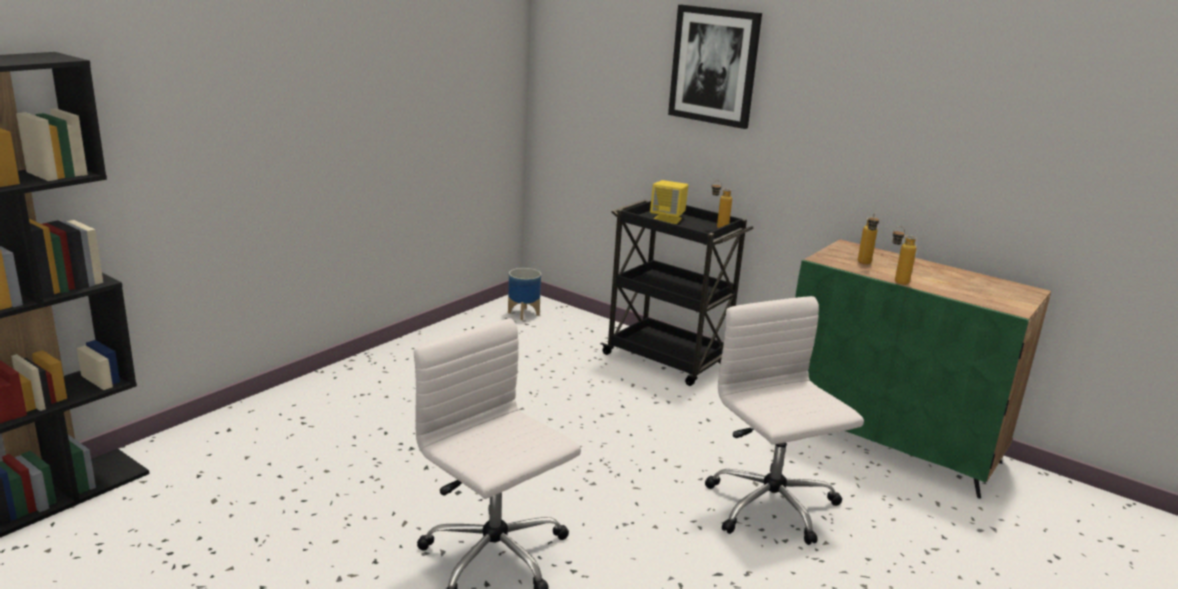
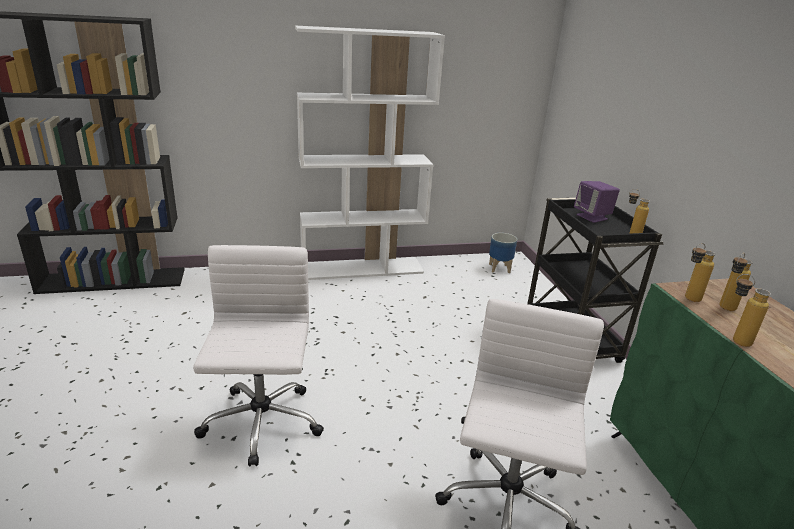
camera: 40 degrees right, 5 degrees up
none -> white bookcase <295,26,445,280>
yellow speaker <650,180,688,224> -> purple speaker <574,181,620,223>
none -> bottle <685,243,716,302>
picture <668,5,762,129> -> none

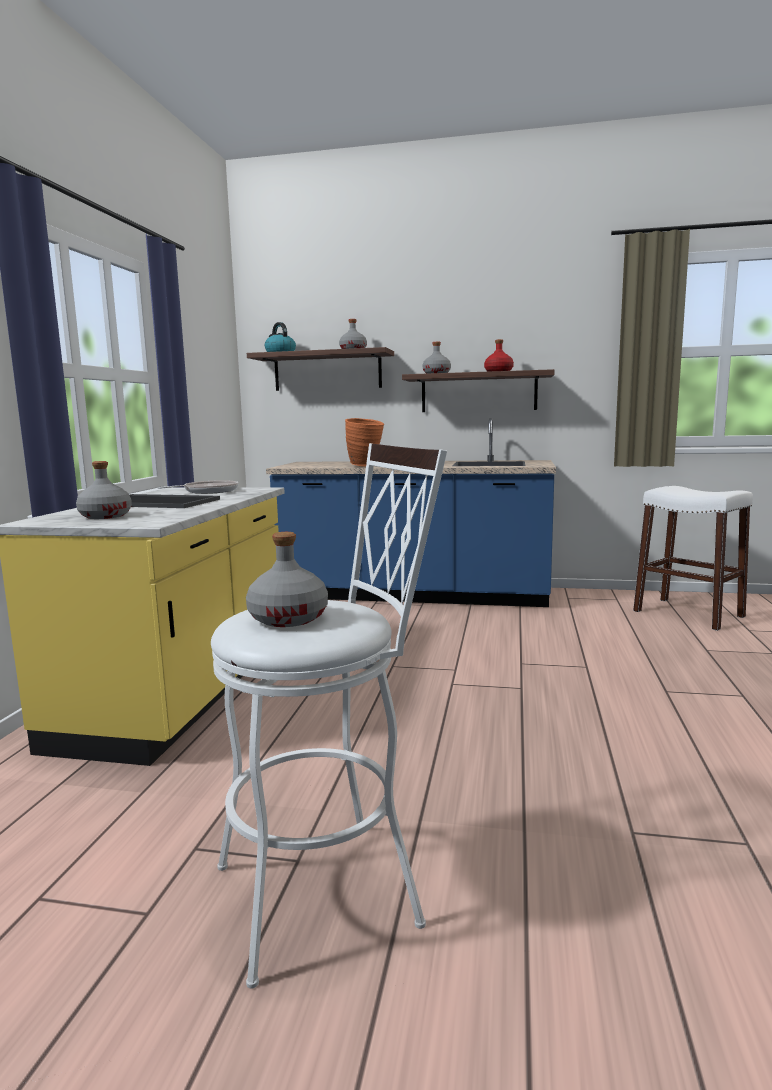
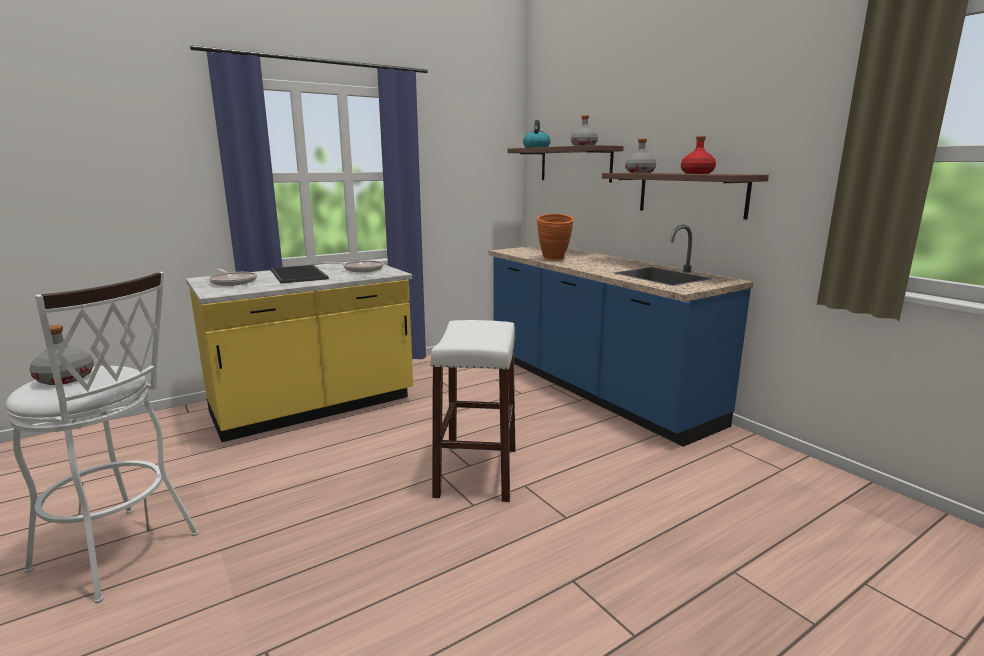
camera: 45 degrees right, 5 degrees up
grey bottle <76,461,132,519> -> frying pan <209,269,257,286>
white stool <633,486,753,631> -> white stool <430,320,516,502>, shifted

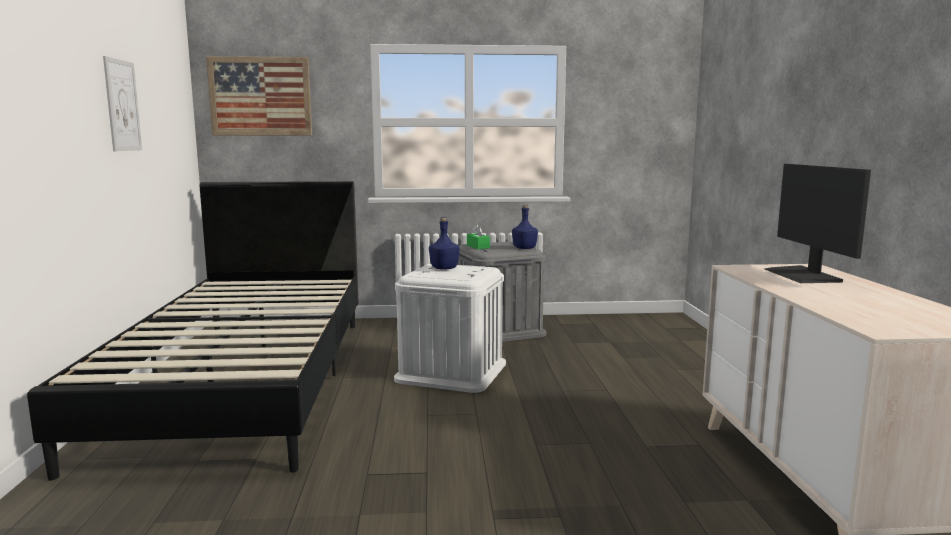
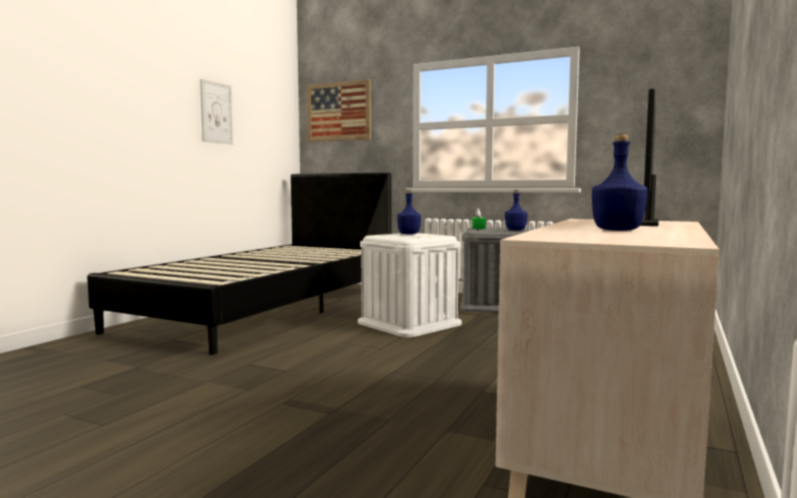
camera: 30 degrees right, 5 degrees down
none -> blue bottle <592,134,647,231>

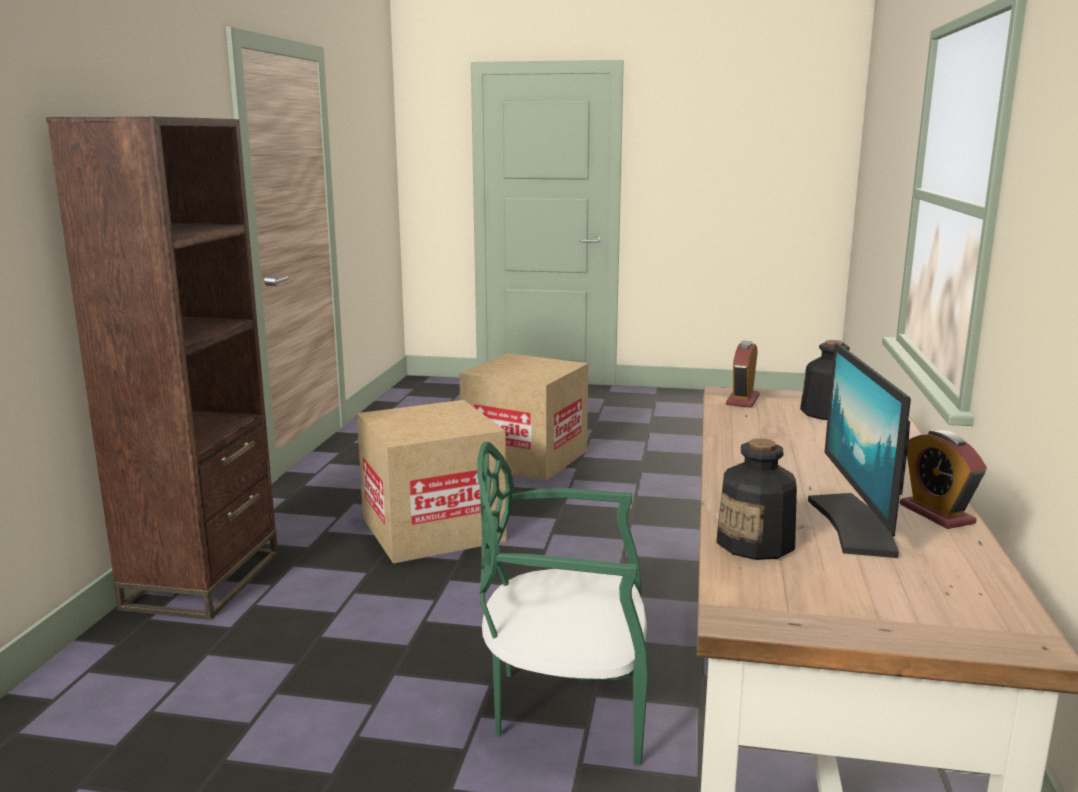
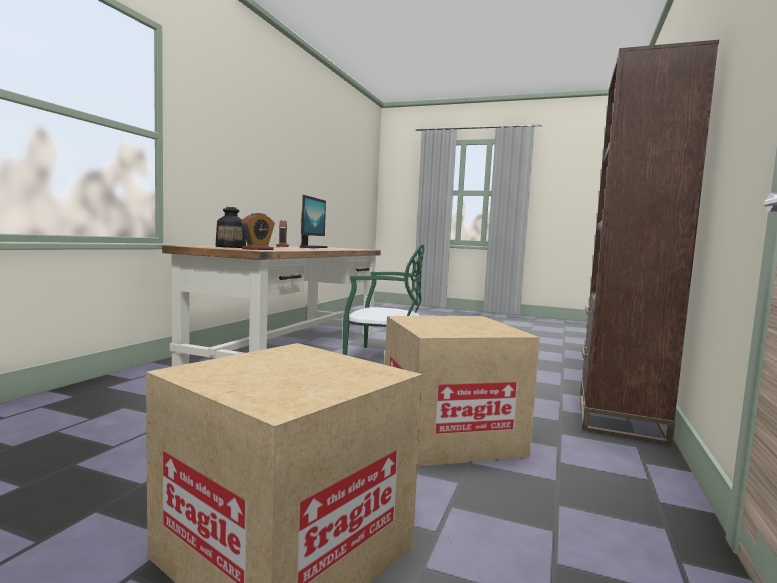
camera: 170 degrees left, 10 degrees down
bottle <717,438,797,560> -> none

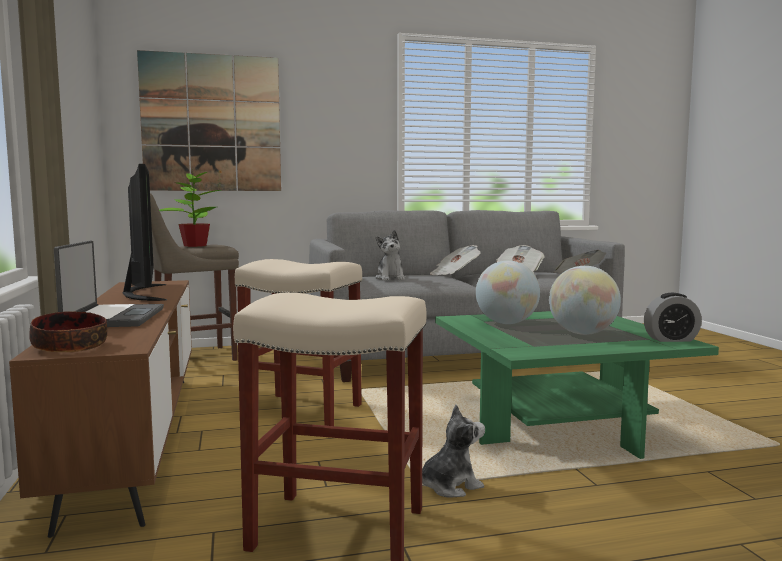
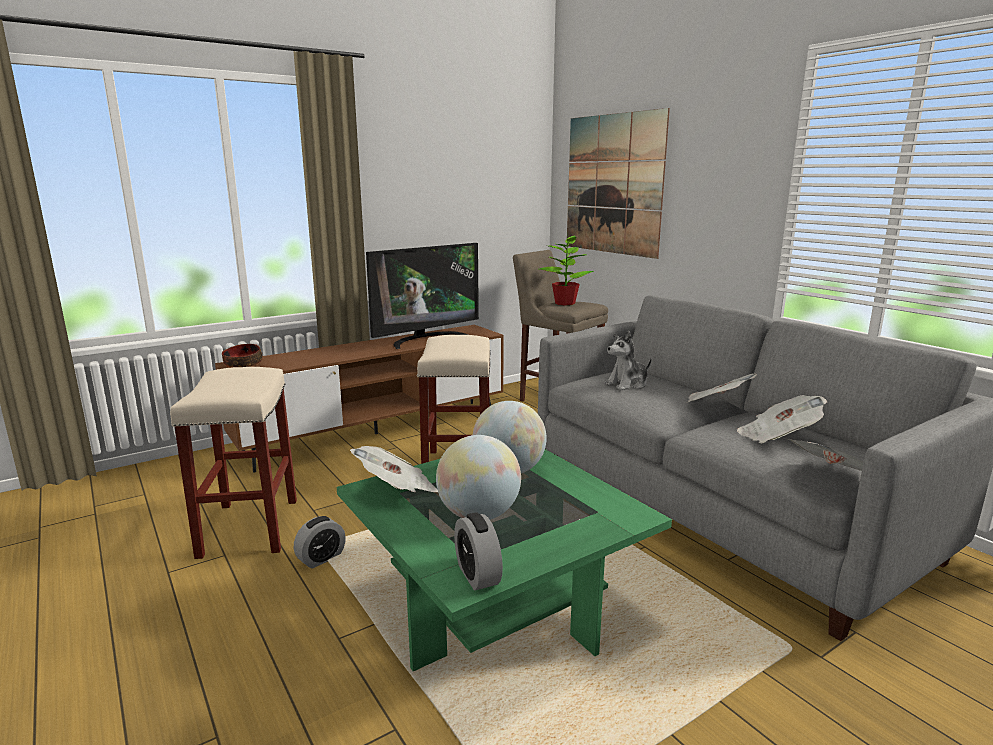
camera: 70 degrees right, 10 degrees up
plush toy <422,405,485,498> -> alarm clock <294,516,346,569>
none -> newspaper <350,446,438,492>
laptop <54,241,164,327> -> none

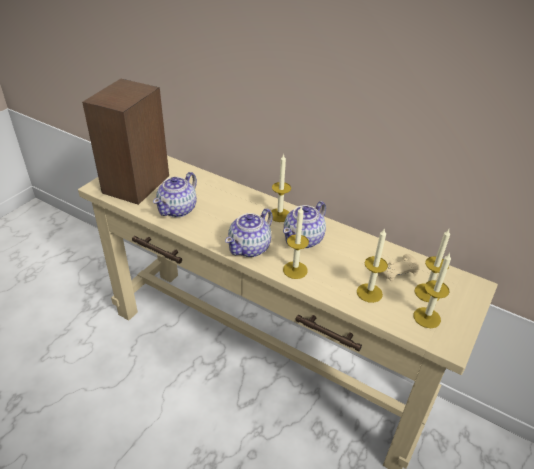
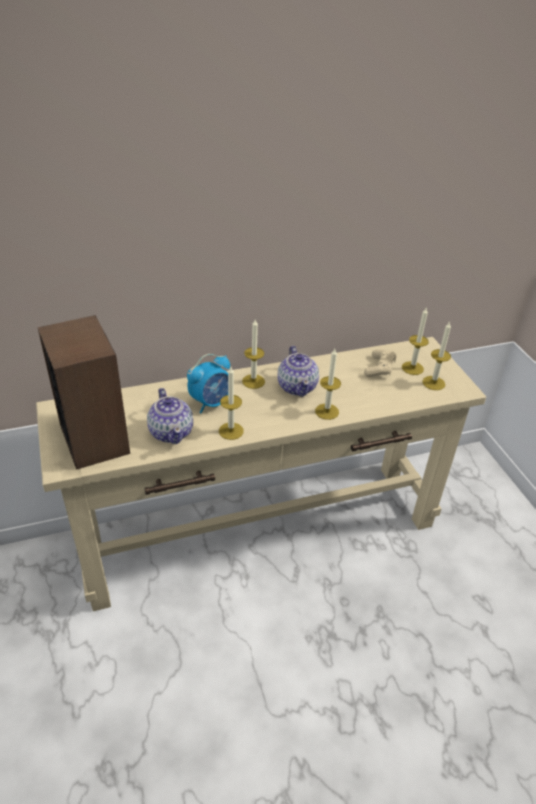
camera: 50 degrees left, 0 degrees up
none -> alarm clock <187,354,230,414>
candle <357,228,388,303> -> candle <219,367,244,440>, shifted
teapot <225,209,273,257> -> none

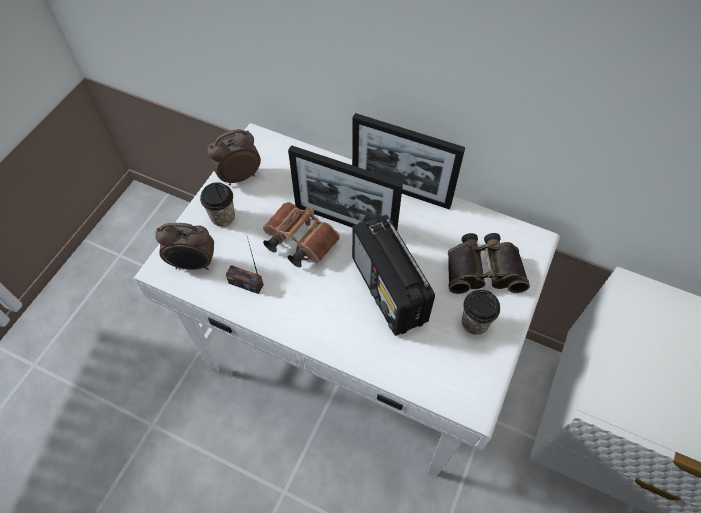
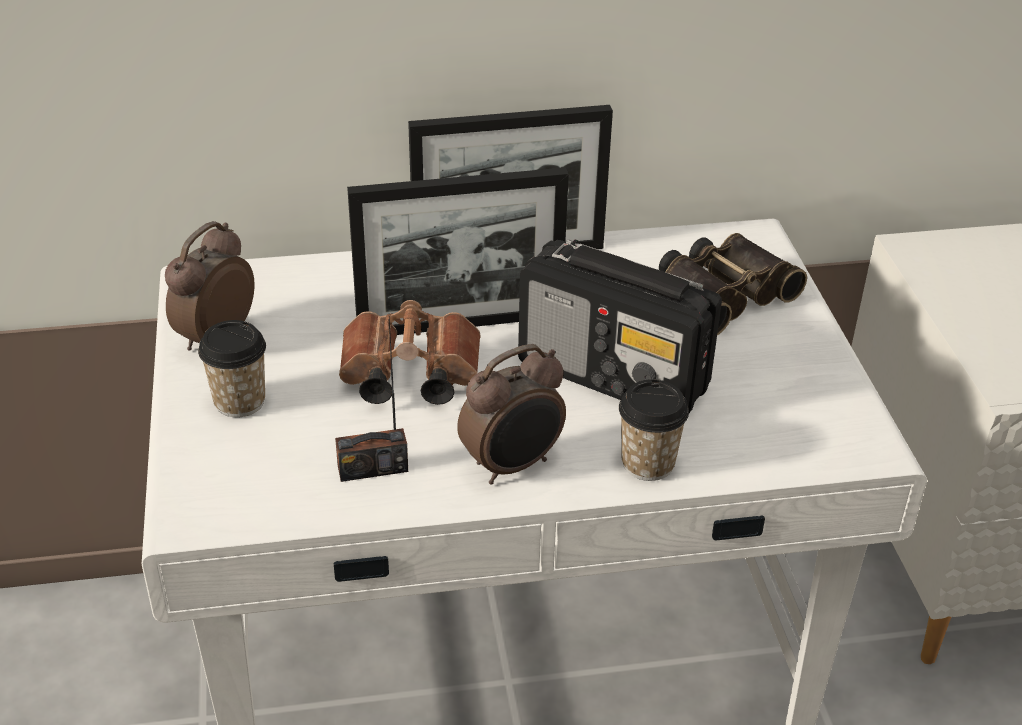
camera: 35 degrees left, 20 degrees down
alarm clock <155,223,214,270> -> alarm clock <457,344,566,485>, shifted
cup <462,290,500,335> -> cup <619,379,689,481>, shifted

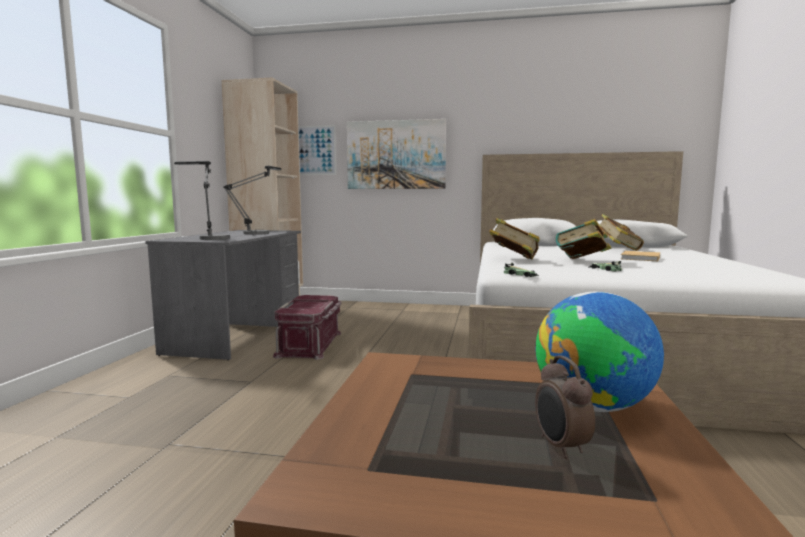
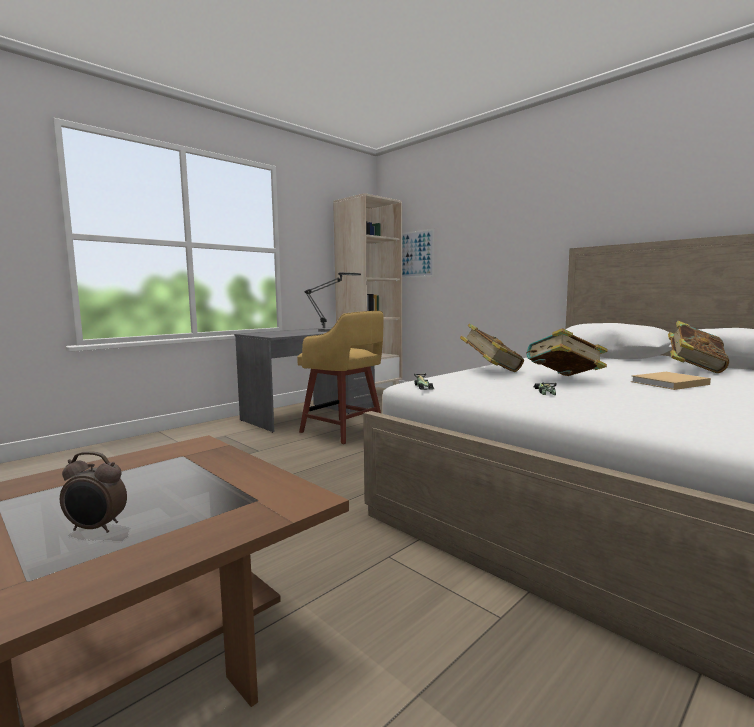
camera: 35 degrees right, 0 degrees up
alarm clock <535,355,595,458> -> alarm clock <60,451,127,533>, 105 degrees counterclockwise
red storage box <273,295,342,360> -> yellow stool <297,311,384,444>
table lamp <174,161,230,240> -> none
picture <347,119,446,189> -> none
globe <536,292,664,412> -> none

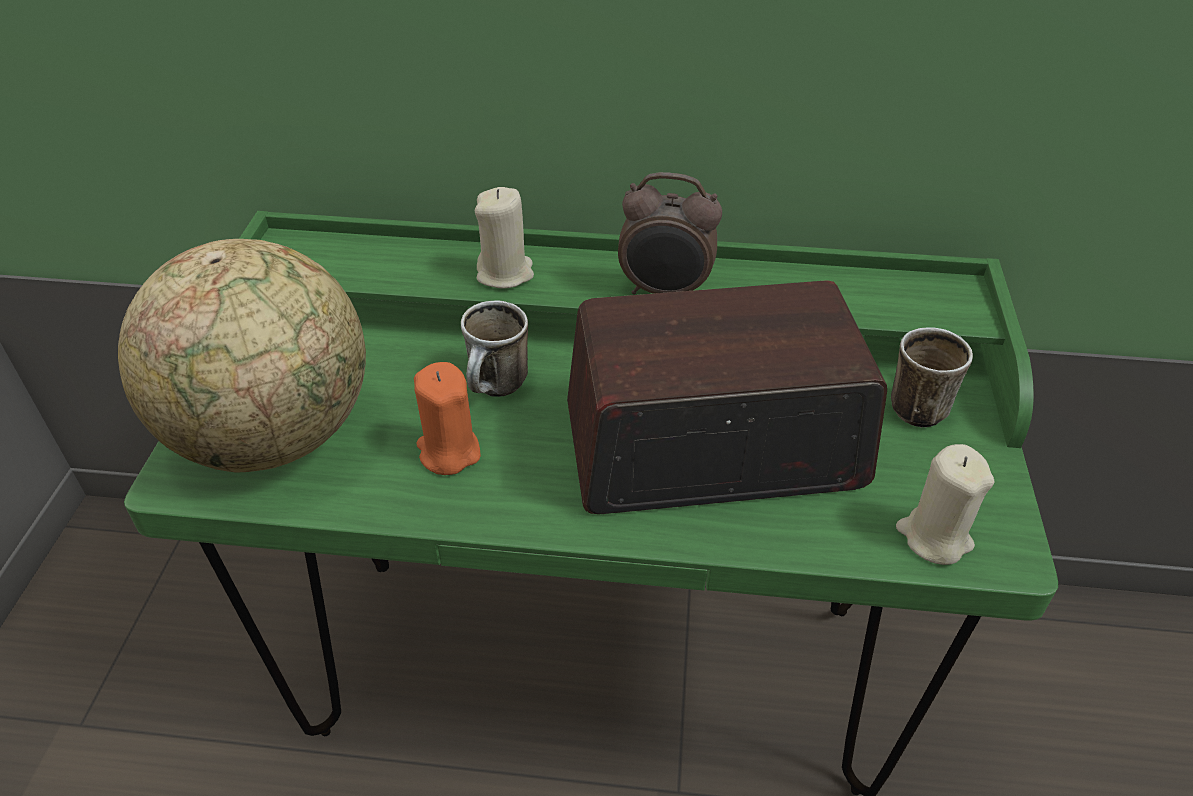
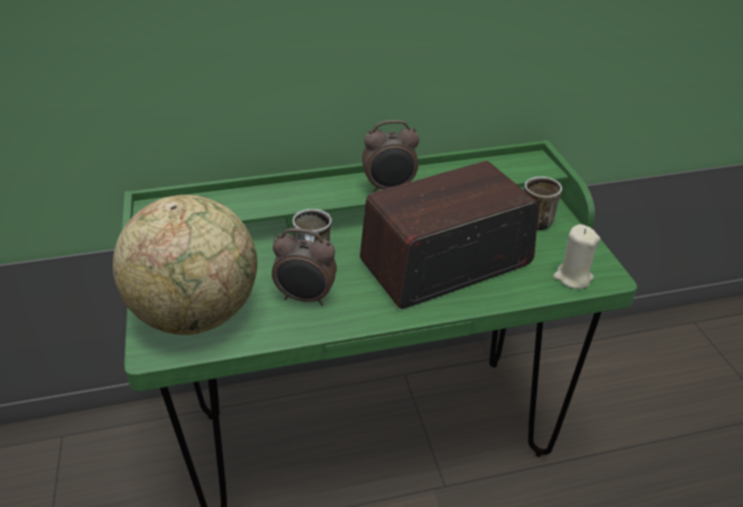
camera: 20 degrees left, 5 degrees down
orange candle <414,362,481,475> -> alarm clock <272,228,337,305>
beige candle <475,187,534,289> -> none

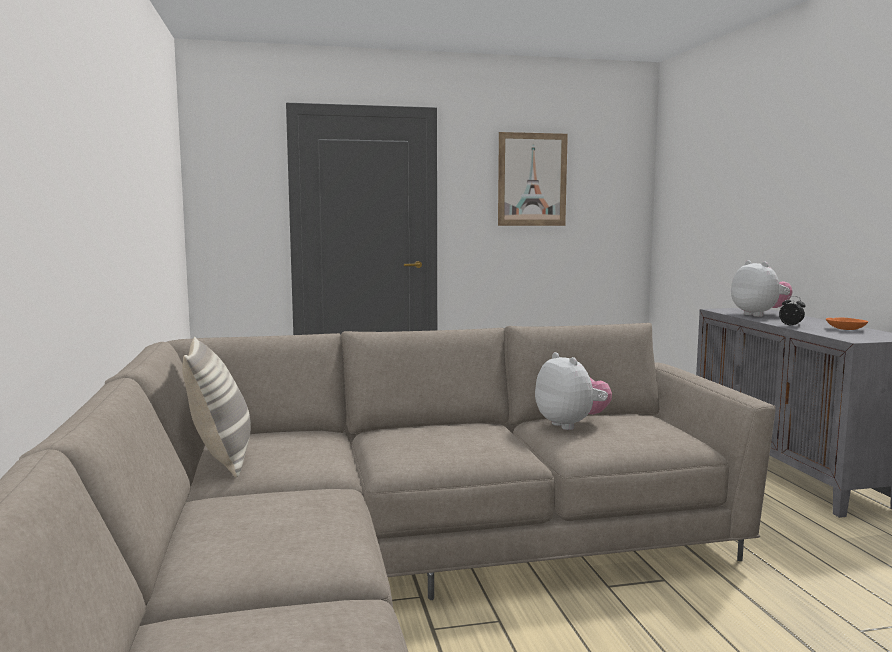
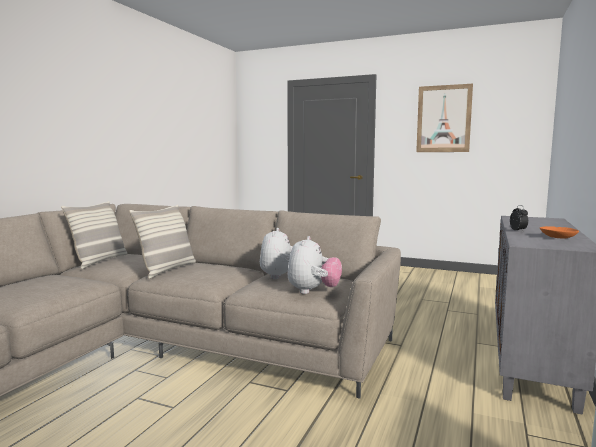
camera: 35 degrees right, 0 degrees up
none -> pillow <129,205,196,279>
plush toy <731,260,793,317> -> plush toy <287,236,342,294>, shifted

